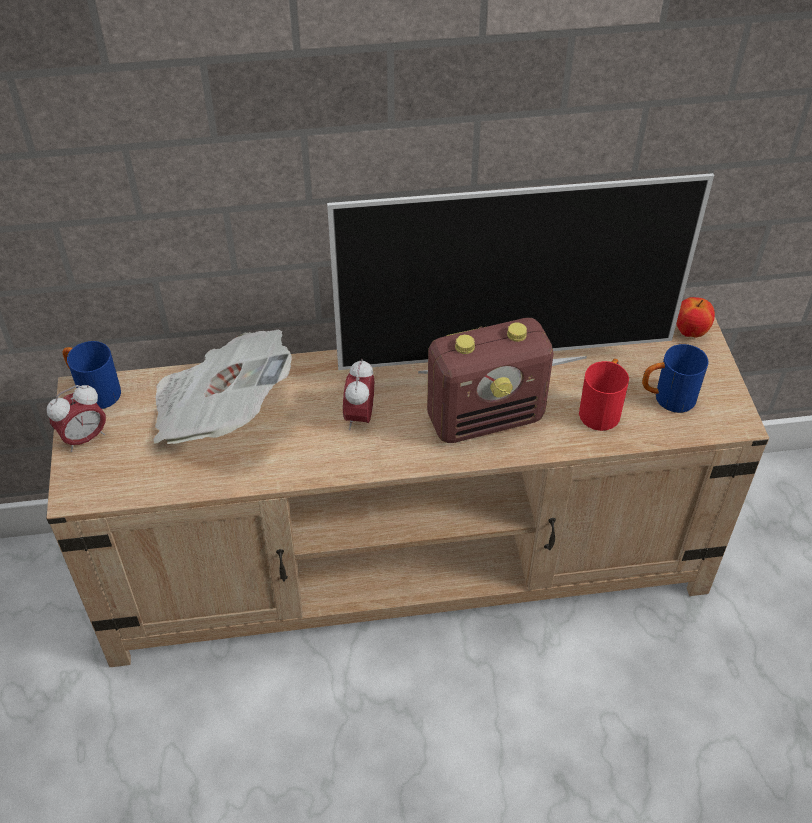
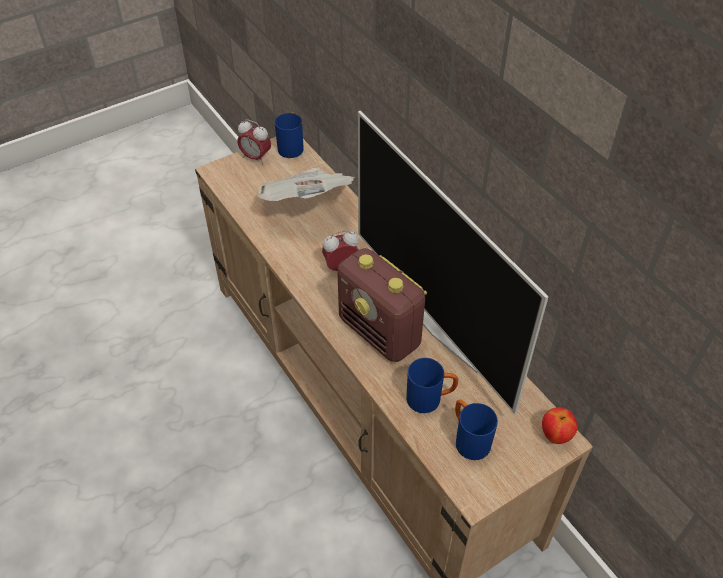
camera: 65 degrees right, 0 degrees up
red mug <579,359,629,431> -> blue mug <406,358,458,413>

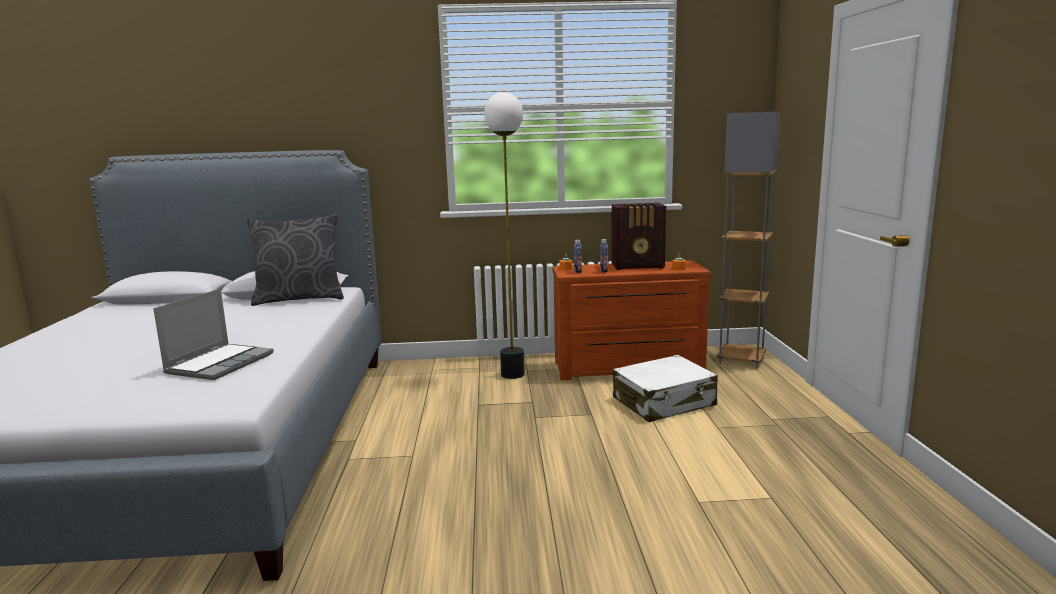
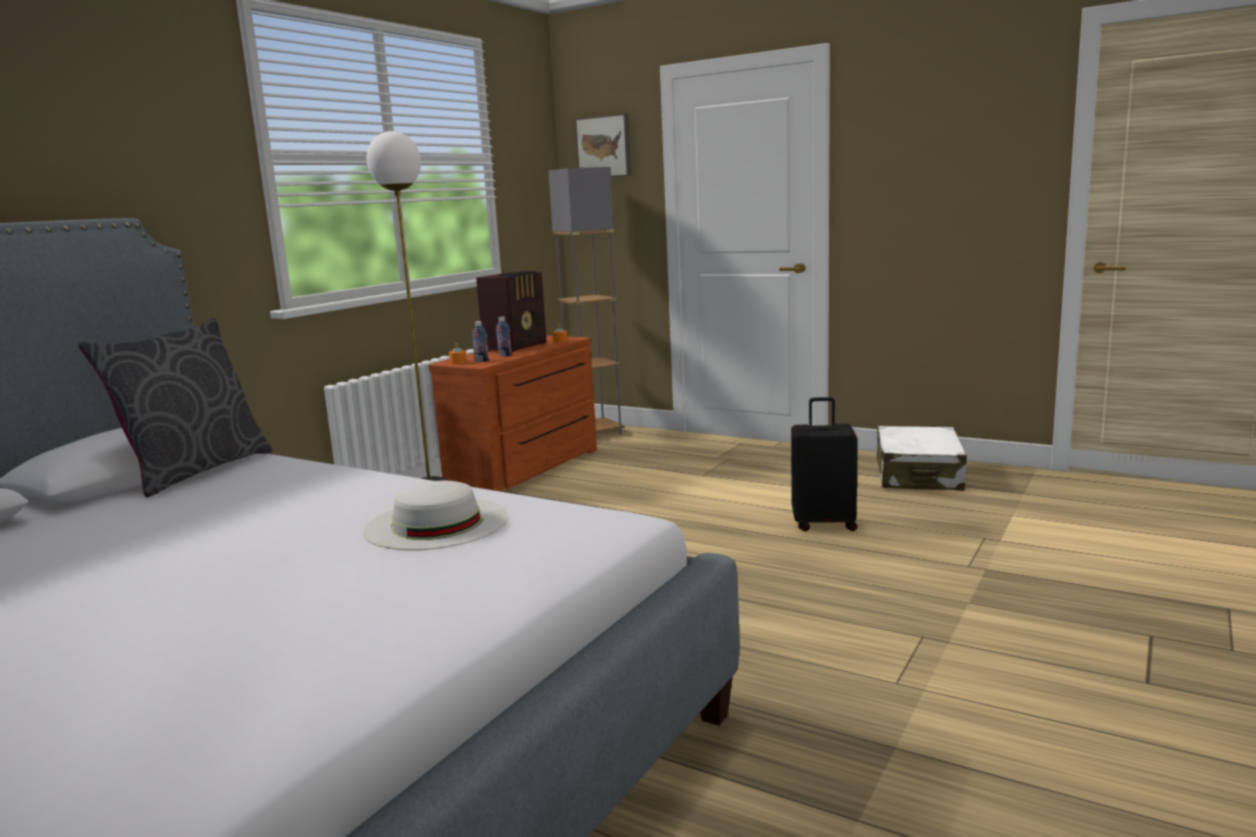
camera: 55 degrees left, 0 degrees up
laptop <153,289,274,380> -> white hat <363,481,508,550>
none -> picture <575,113,631,177>
none -> black suitcase <791,397,858,531>
white suitcase <613,355,718,422> -> white suitcase <877,426,967,491>, shifted

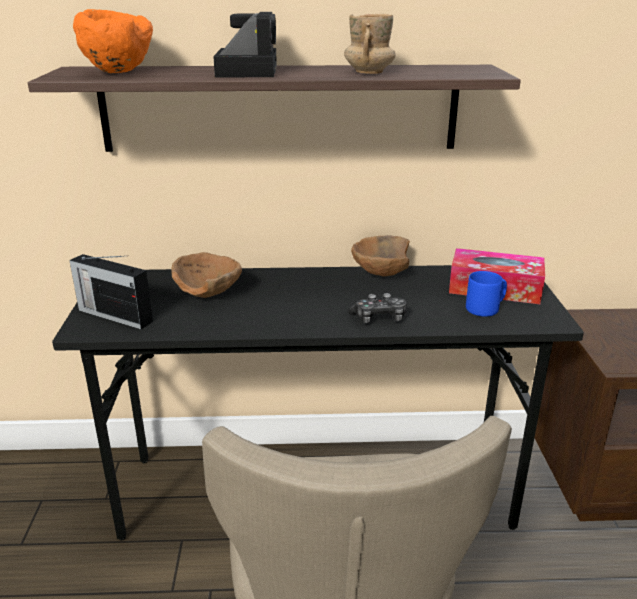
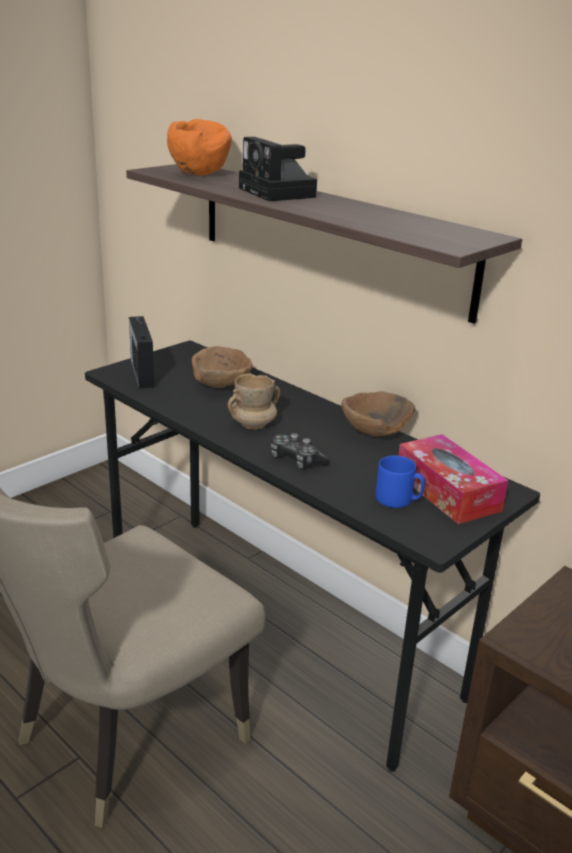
camera: 45 degrees right, 0 degrees up
beige mug <344,14,396,74> -> beige mug <228,373,280,430>, shifted
photo camera <213,12,277,77> -> photo camera <239,137,317,201>, 105 degrees clockwise

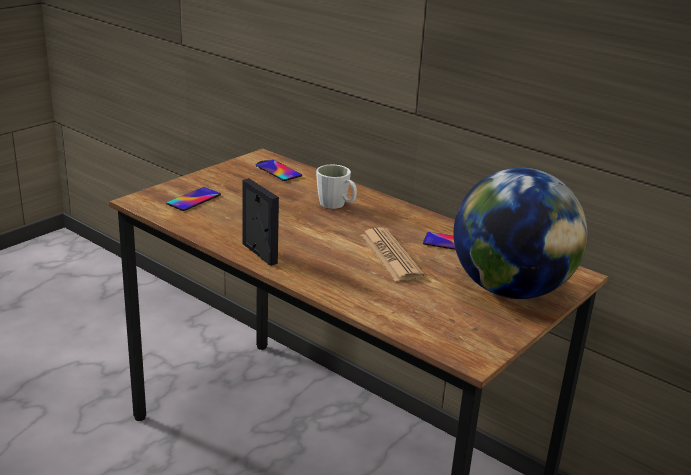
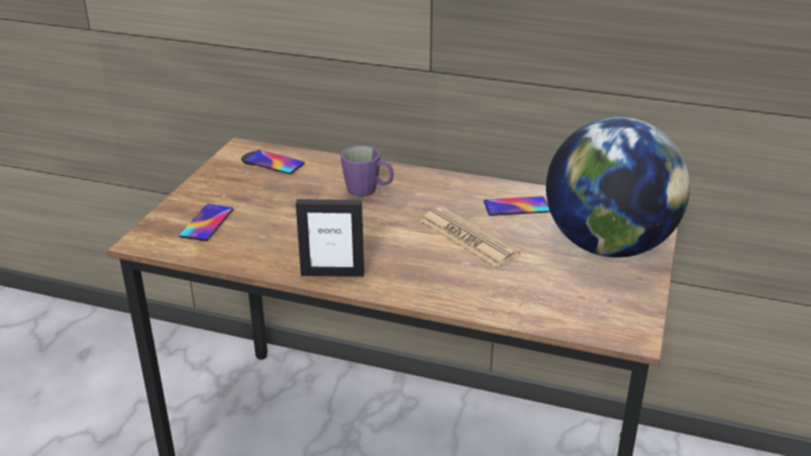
camera: 20 degrees left, 5 degrees up
picture frame <242,178,279,266> -> picture frame <296,199,364,277>, 150 degrees clockwise
white mug <316,164,357,209> -> purple mug <341,145,394,197>

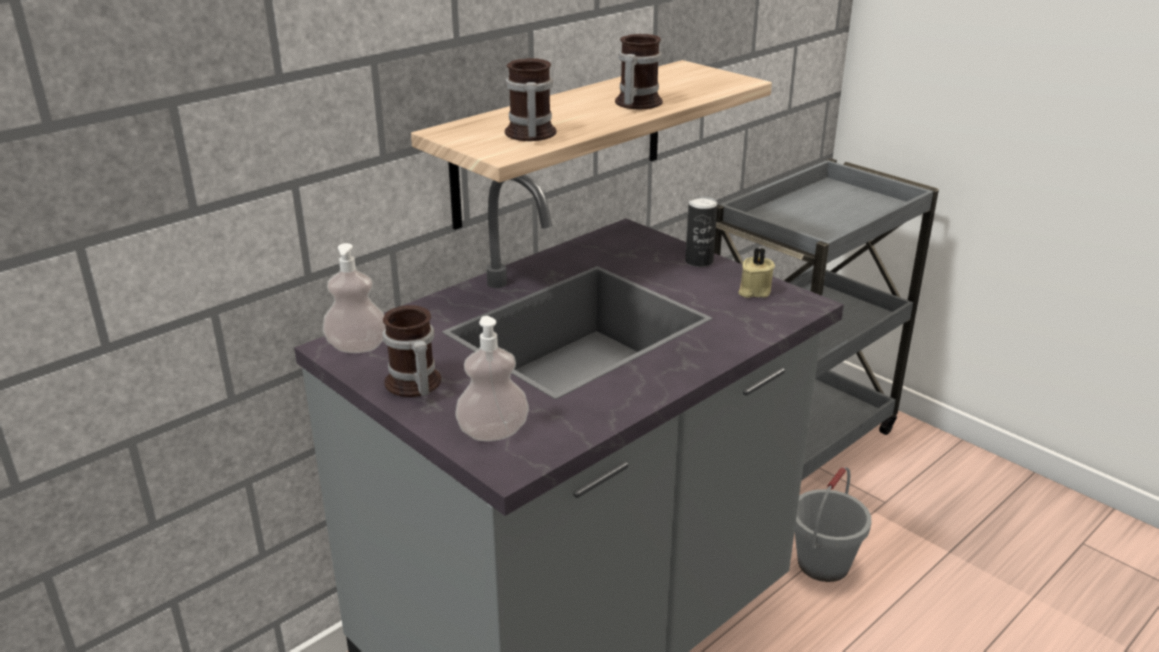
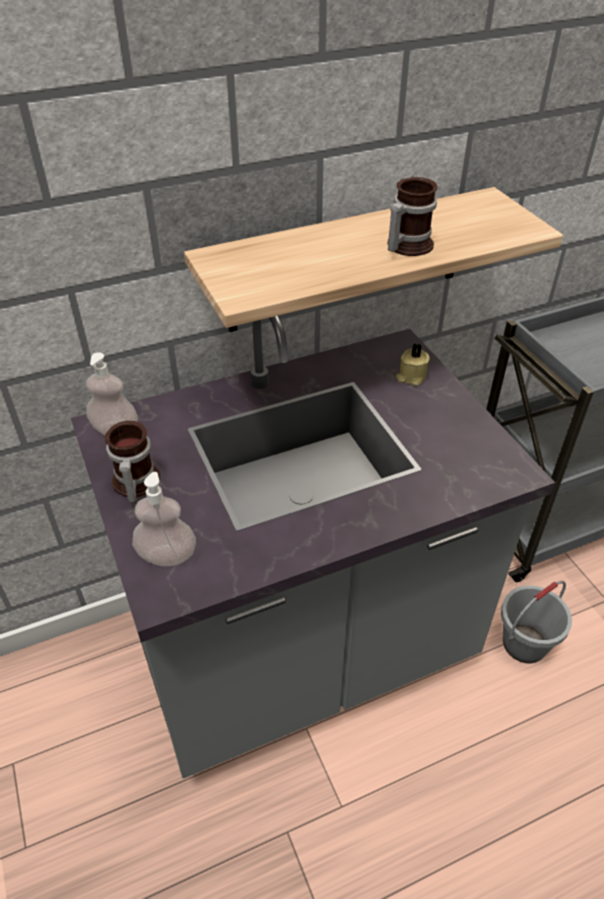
camera: 20 degrees right, 15 degrees up
beige candle <738,248,775,298> -> beige candle <396,344,430,386>, shifted
mug <505,58,557,141> -> none
can <685,196,718,267> -> none

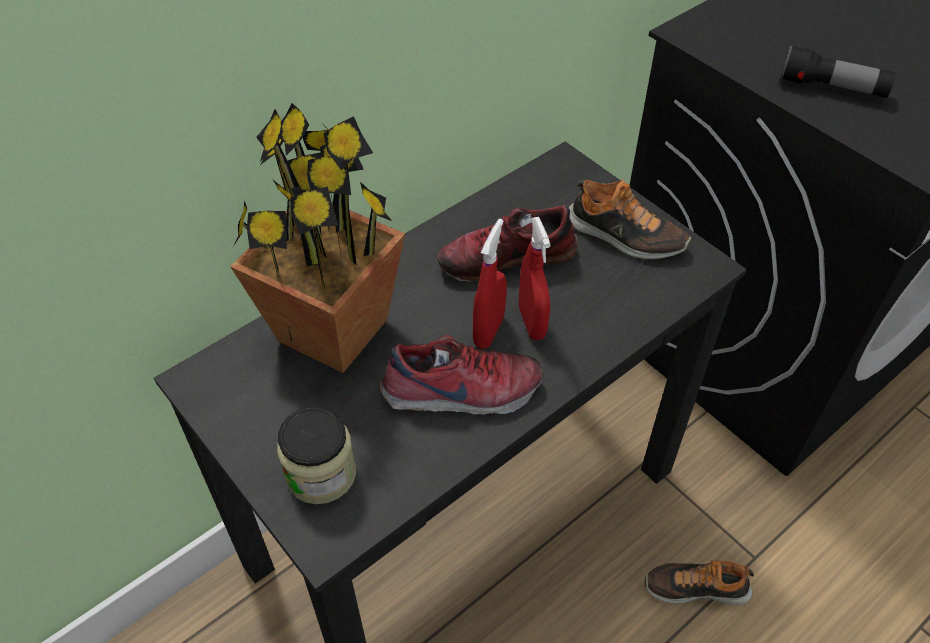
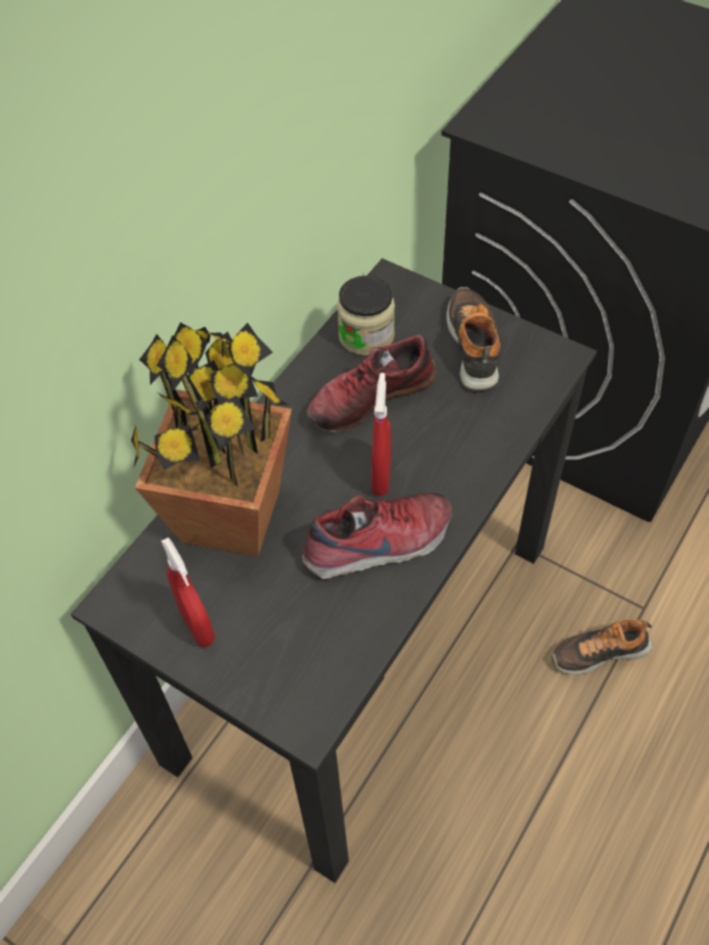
camera: 15 degrees left, 5 degrees up
red spray bottle <519,217,551,340> -> red spray bottle <161,537,215,647>, shifted
jar <277,407,356,504> -> jar <337,276,395,356>, shifted
shoe <569,179,691,259> -> shoe <447,287,501,391>, 105 degrees counterclockwise
flashlight <780,45,896,98> -> none

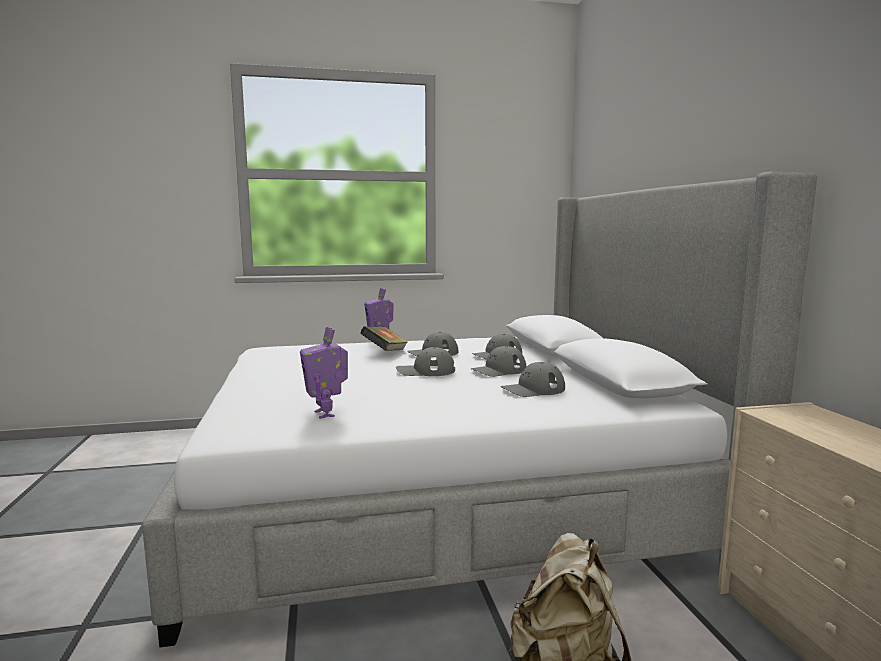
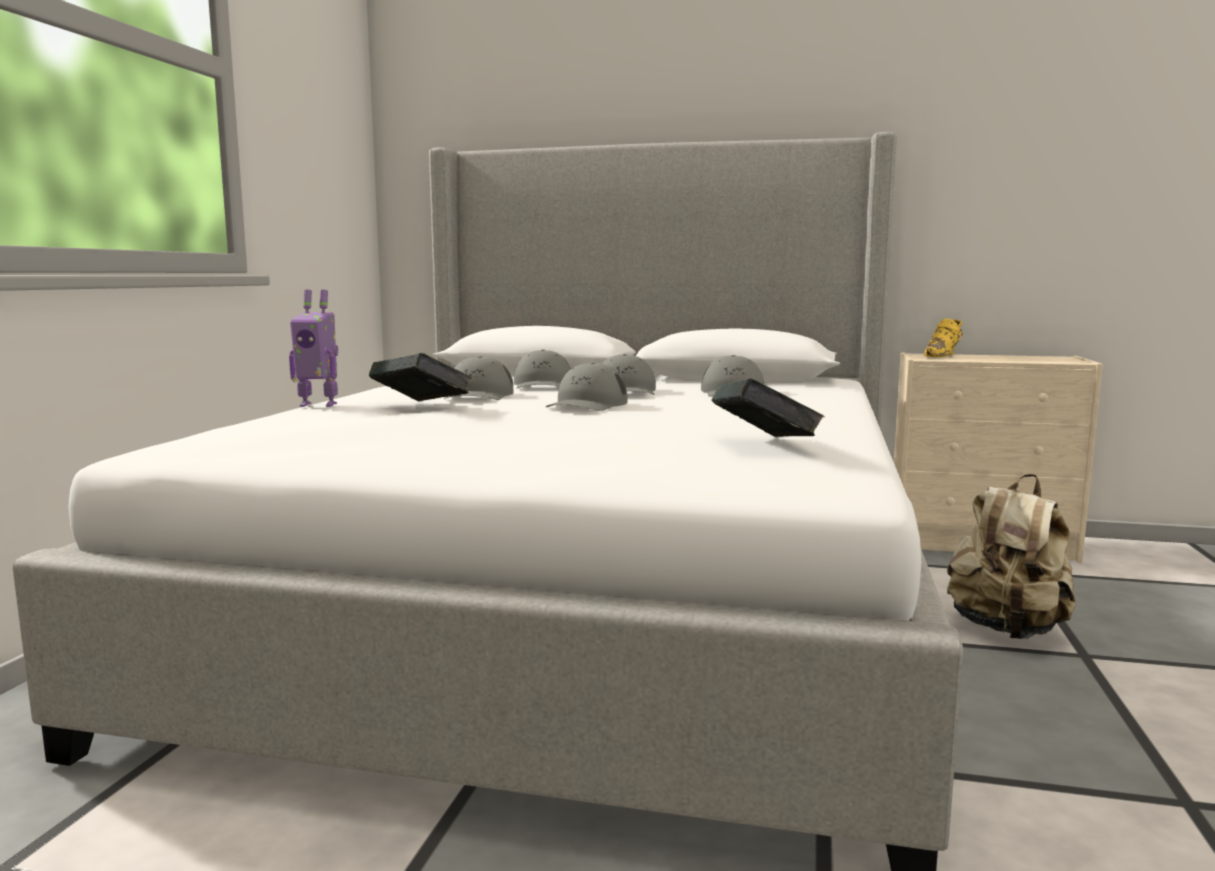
camera: 65 degrees left, 0 degrees up
toy robot <300,327,348,419> -> book <712,378,825,437>
none -> yellow shoe <924,319,963,357>

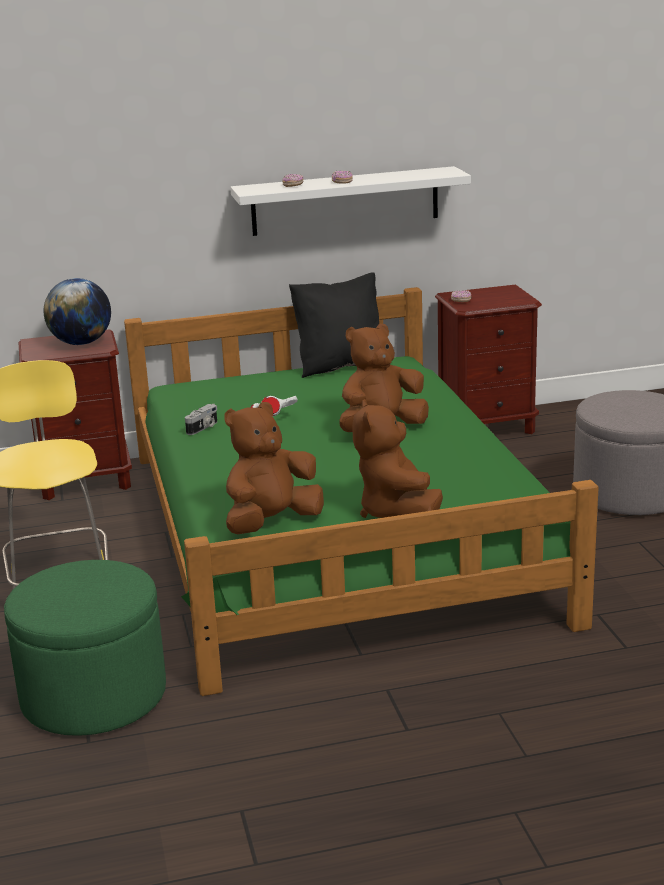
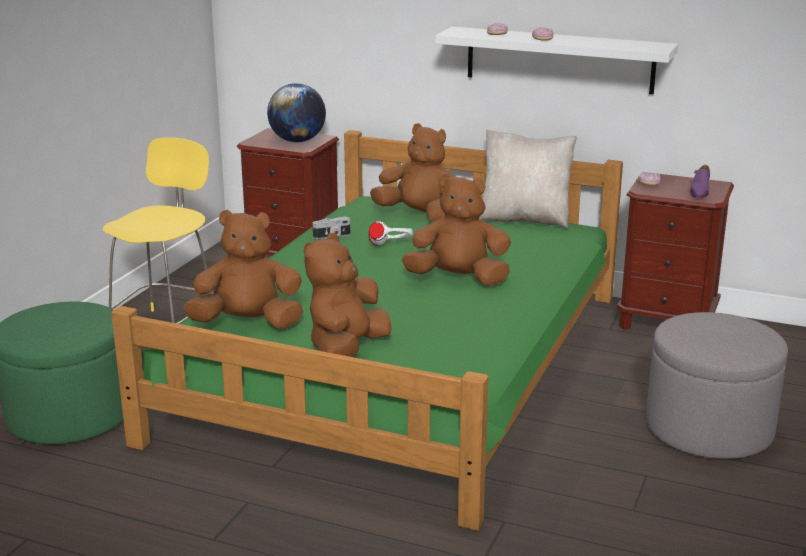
camera: 35 degrees right, 0 degrees up
none -> brown plush toy <370,123,456,222>
black pillow <289,272,379,378> -> beige pillow <479,130,577,229>
none -> purple shoe <690,165,710,198>

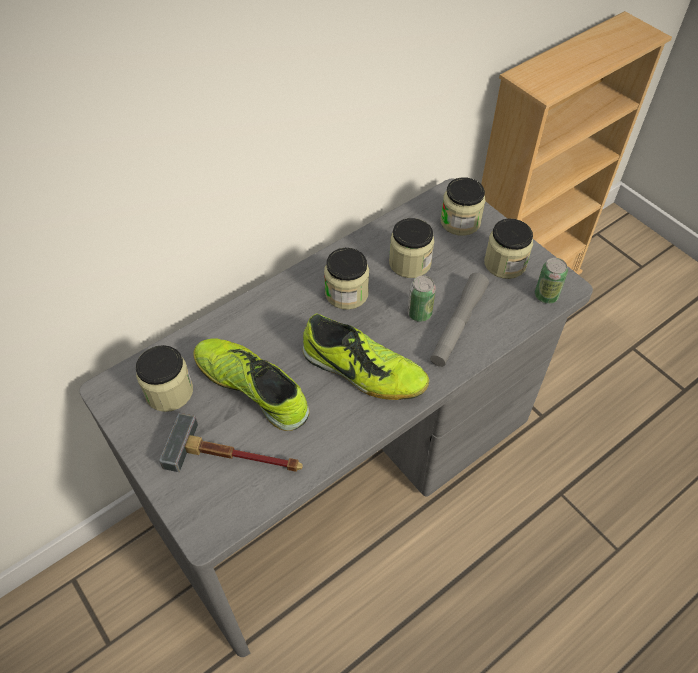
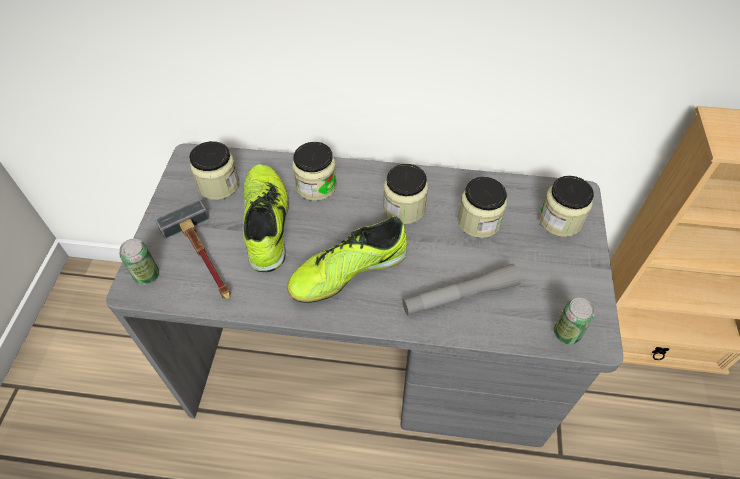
camera: 45 degrees right, 0 degrees up
can <408,275,436,322> -> can <119,239,159,285>, shifted
shoe <303,313,429,400> -> shoe <287,216,407,303>, 75 degrees clockwise
jar <484,218,533,279> -> jar <292,142,337,201>, shifted

